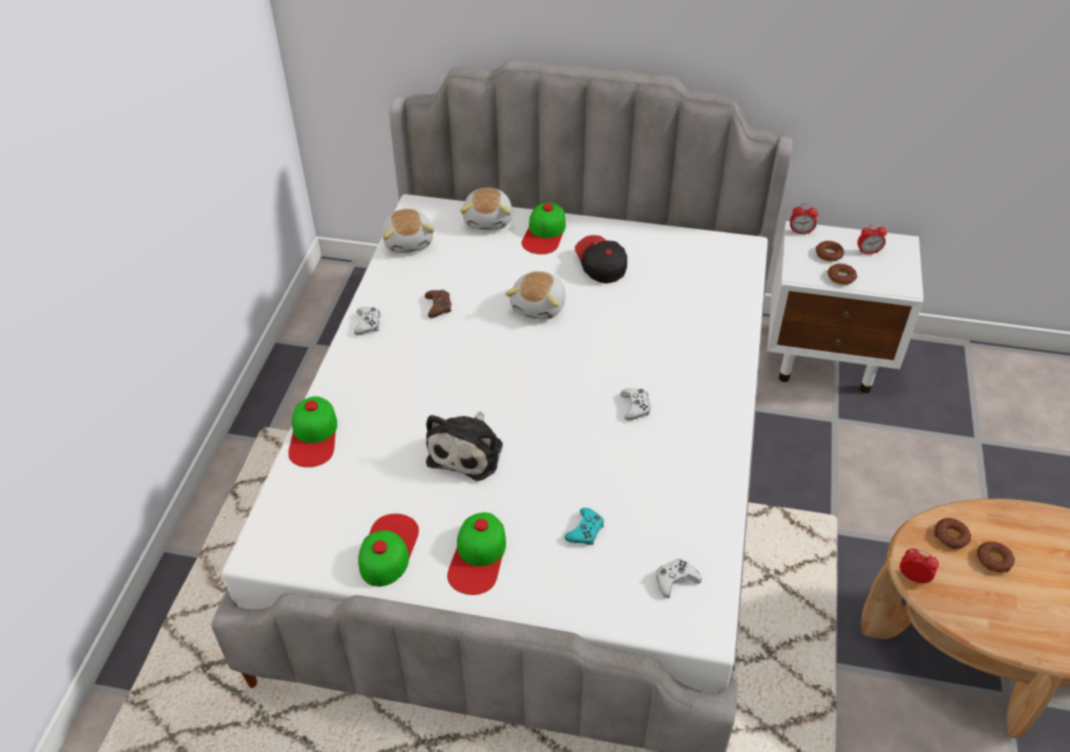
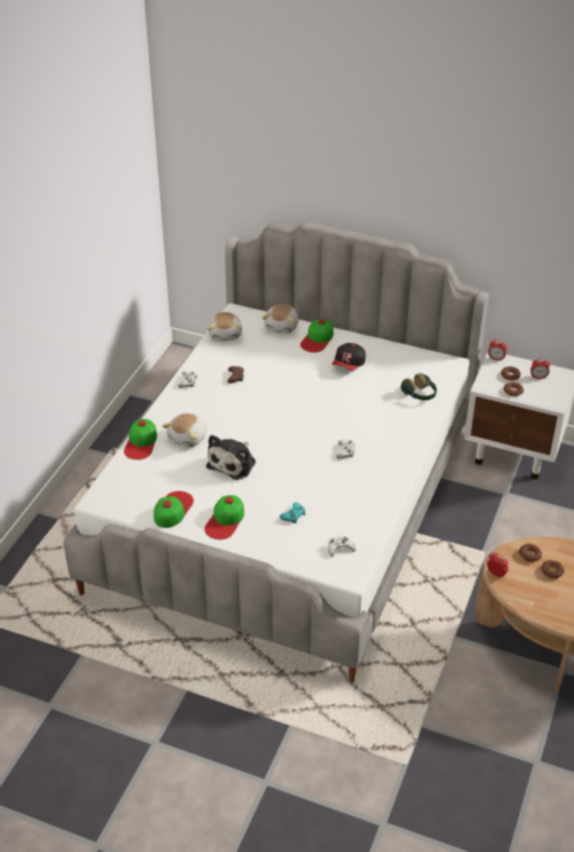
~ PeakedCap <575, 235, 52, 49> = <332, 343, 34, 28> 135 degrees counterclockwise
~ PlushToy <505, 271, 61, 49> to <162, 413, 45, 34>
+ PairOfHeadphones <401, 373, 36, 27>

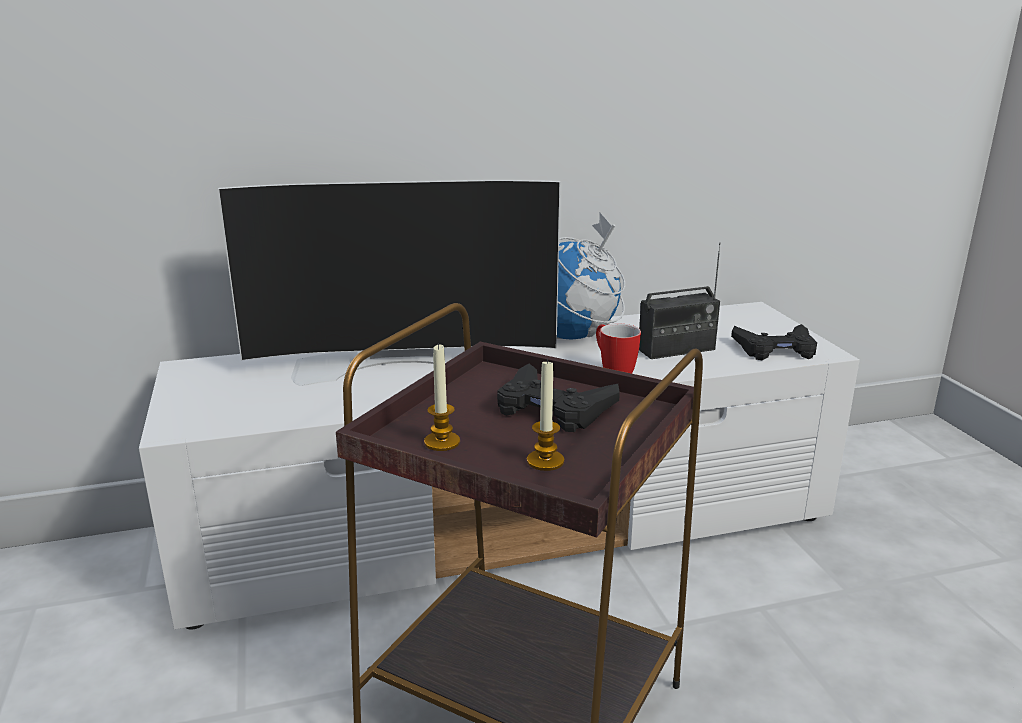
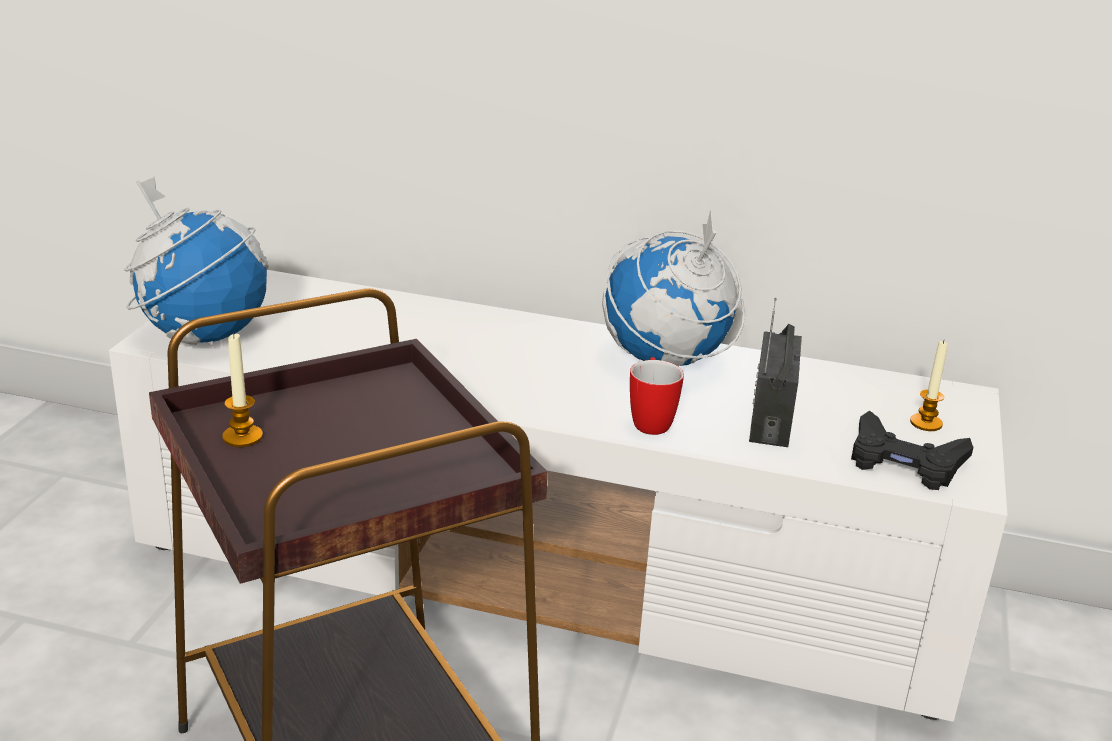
- TvSet <218, 180, 342, 206>
~ Radio <639, 243, 82, 116> = <749, 298, 53, 149> 90 degrees clockwise
~ WaxCandle <527, 359, 37, 112> to <910, 341, 38, 90>
- BlackColouredGamepad <497, 364, 123, 68>
+ DeskGlobe <124, 177, 144, 168>

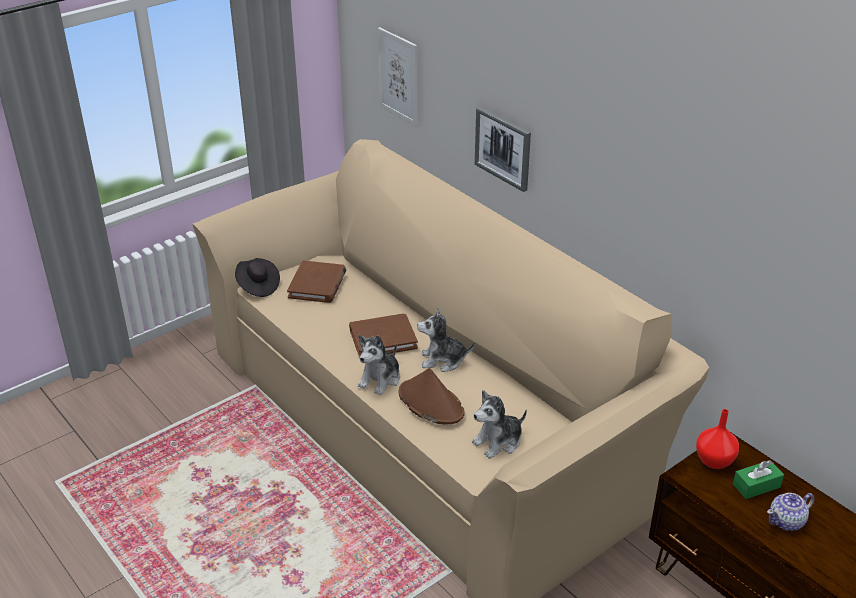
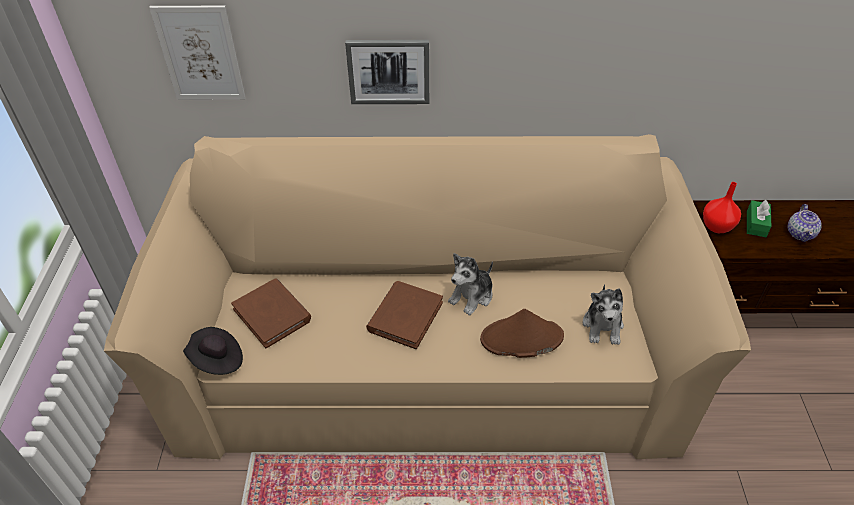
- PlushToy <358, 335, 42, 60>

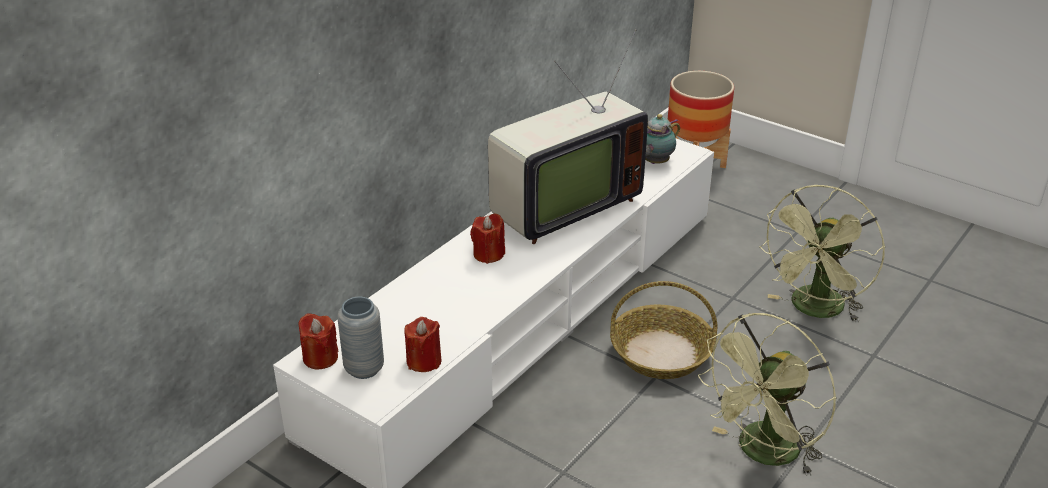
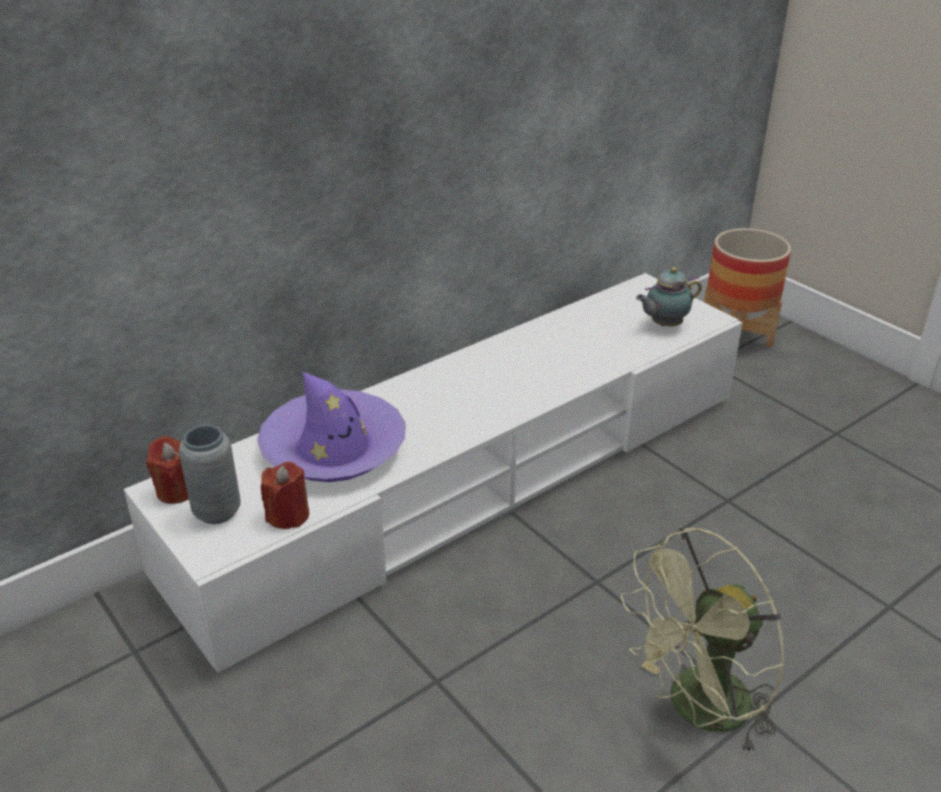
- TvSet <488, 29, 160, 215>
- GreenFan <759, 185, 126, 138>
- RedWaxCandle <470, 213, 35, 51>
- Basket <610, 281, 107, 98>
+ PurpleColouredClothingHat <257, 372, 149, 110>

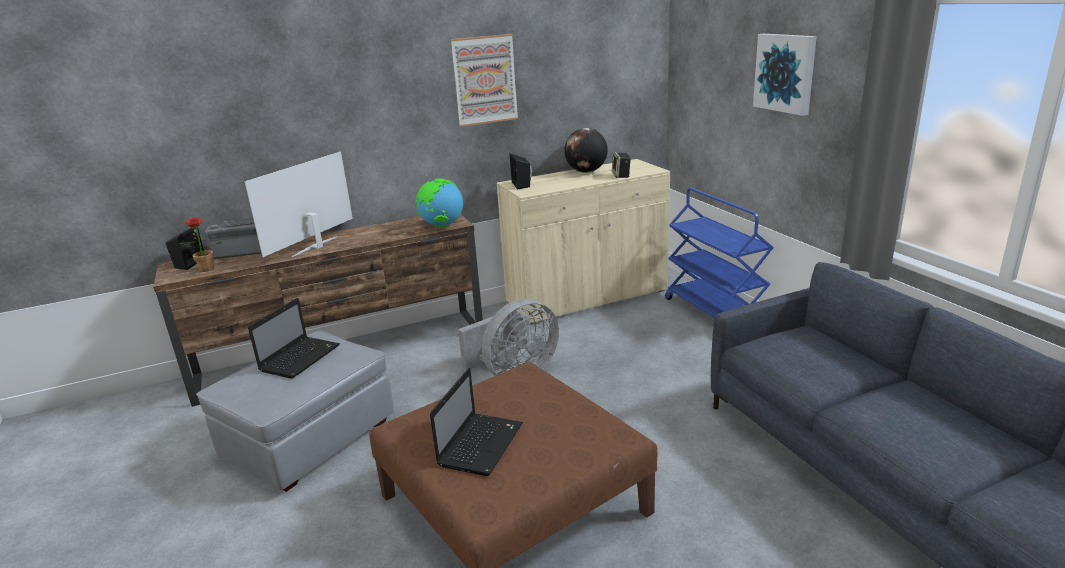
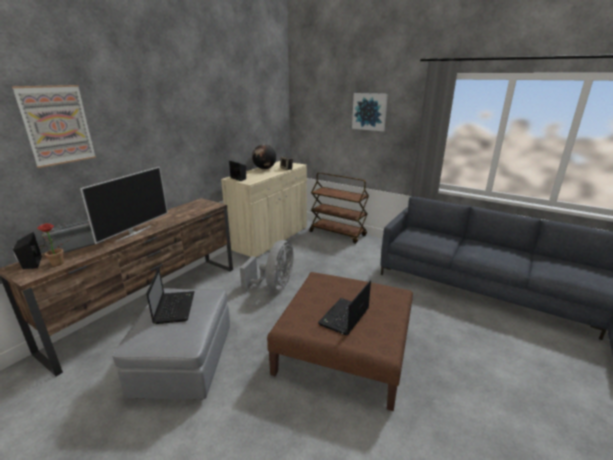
~ WallArt <451, 34, 67, 93> to <12, 85, 84, 83>
~ TvSet <245, 151, 108, 106> = <80, 167, 88, 77> 150 degrees counterclockwise
- DeskGlobe <416, 179, 47, 48>
~ BlueColouredWheeledCart <665, 188, 109, 131> to BrownishWheeledCart <309, 172, 60, 72>
~ PortableComputer <430, 368, 93, 108> = <318, 280, 53, 55> 135 degrees counterclockwise

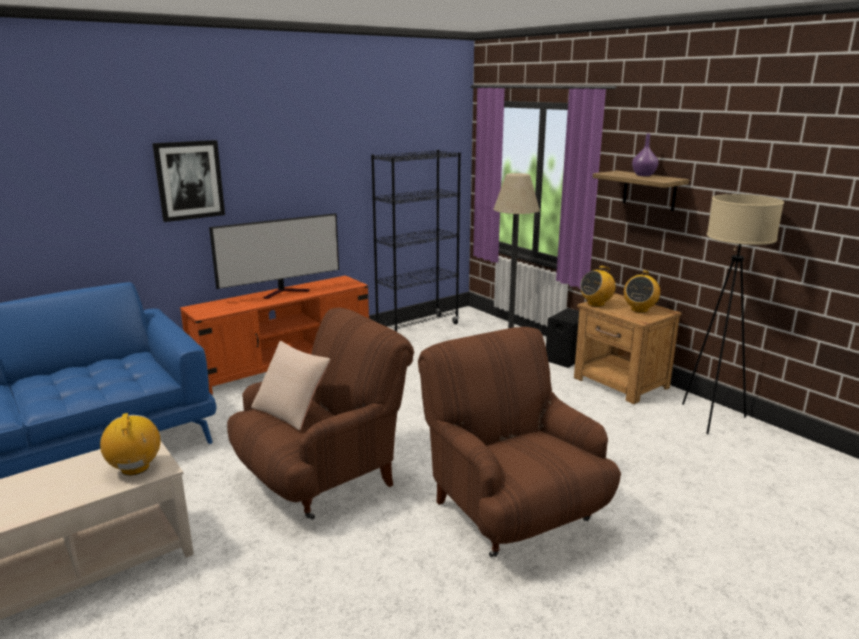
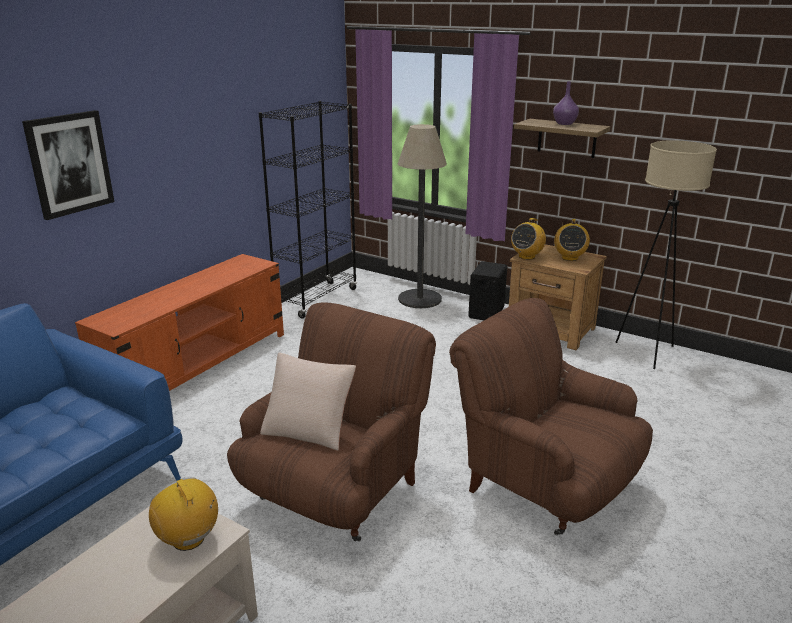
- TvSet <209, 213, 130, 86>

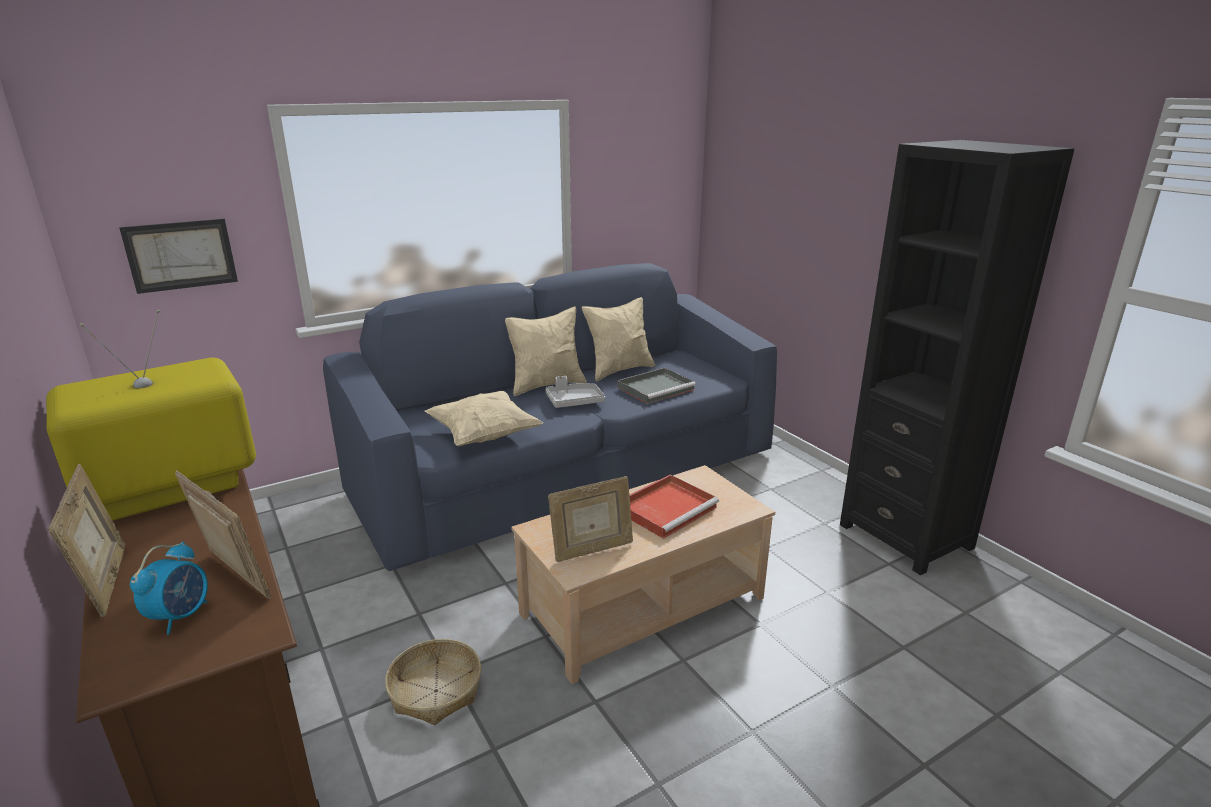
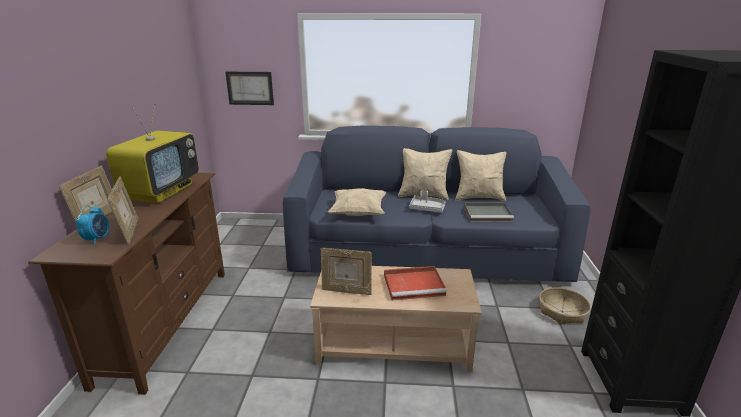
~ TvSet <46, 309, 210, 212> = <106, 103, 93, 100> 105 degrees clockwise
~ AlarmClock <130, 542, 78, 93> = <76, 206, 33, 39> 45 degrees counterclockwise
~ Basket <385, 639, 96, 86> to <539, 287, 52, 38>

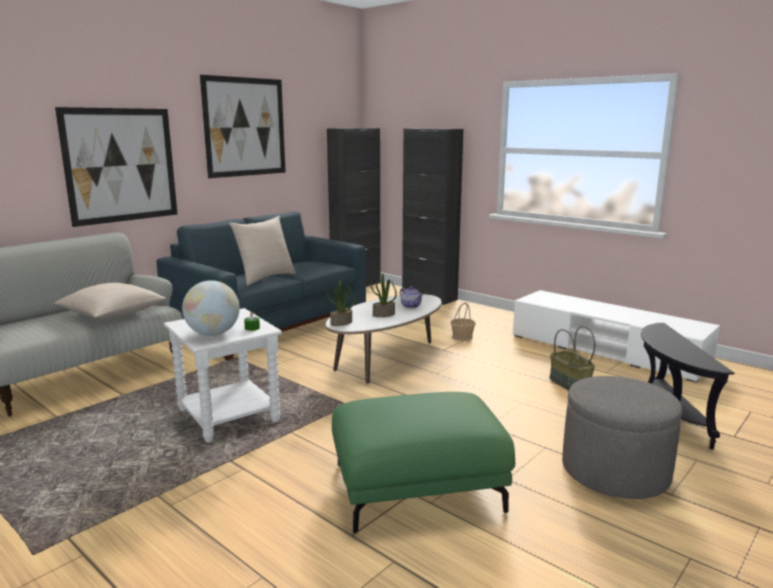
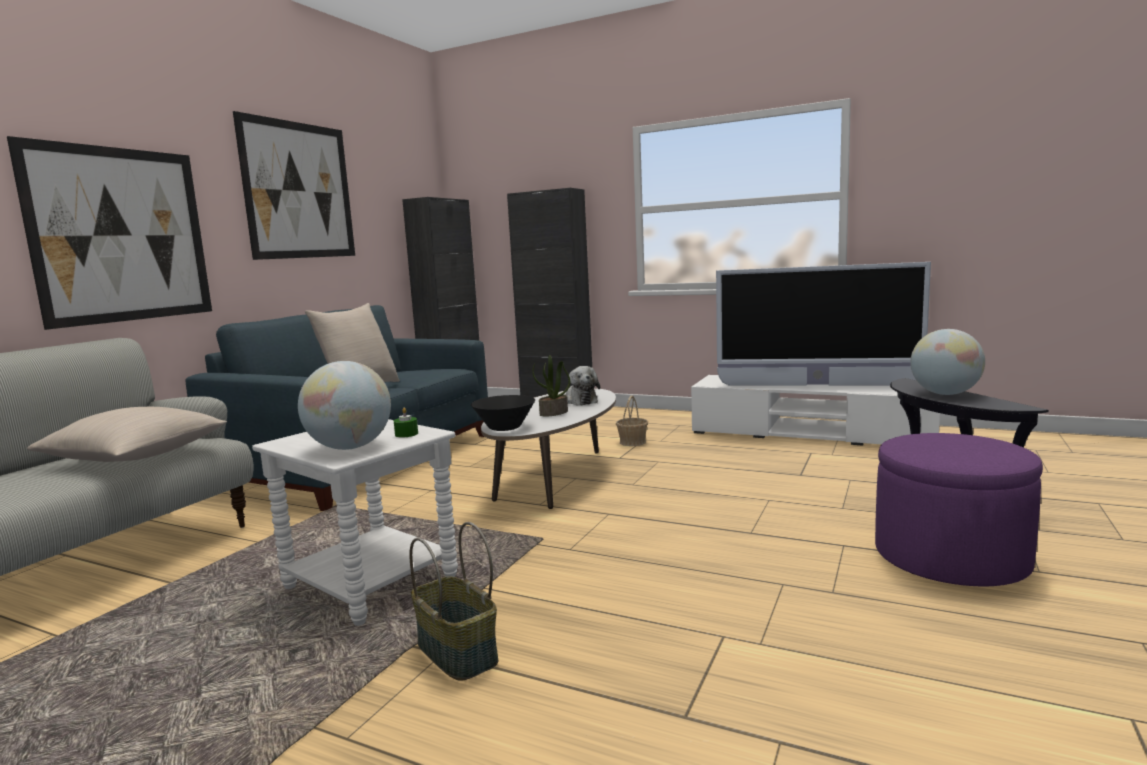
~ PlantInAPot <326, 280, 29, 46> to BlackColouredDeepDish <471, 395, 64, 36>
~ PotForTea <400, 286, 23, 22> to PlushToy <565, 366, 35, 39>
~ Basket <549, 326, 46, 65> to <409, 522, 89, 159>
~ GreyishFootrest <562, 376, 120, 123> to PurpleColouredFootrest <875, 433, 168, 153>
- GreenFootrest <332, 392, 183, 141>
+ TvSet <716, 262, 215, 124>
+ DeskGlobe <910, 329, 75, 66>

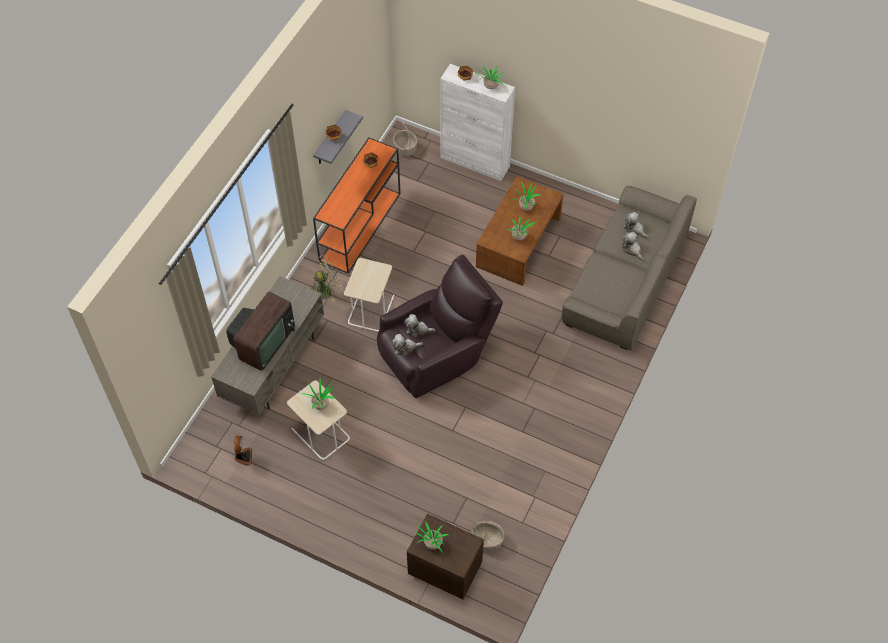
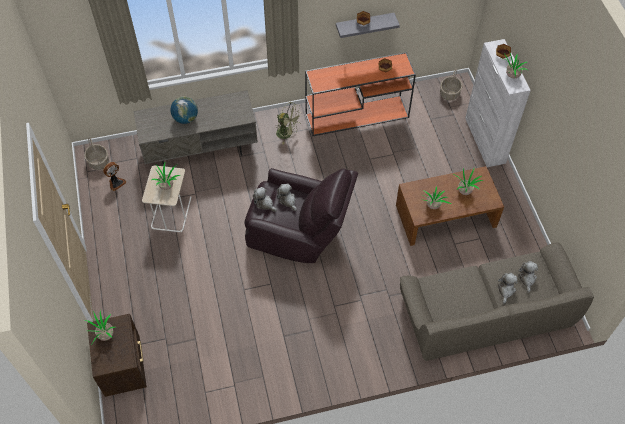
- BeigeColouredAccentTable <344, 258, 50, 74>
~ TvSet <226, 292, 70, 79> to DeskGlobe <171, 96, 27, 28>
~ Basket <471, 521, 33, 31> to <84, 137, 25, 33>

